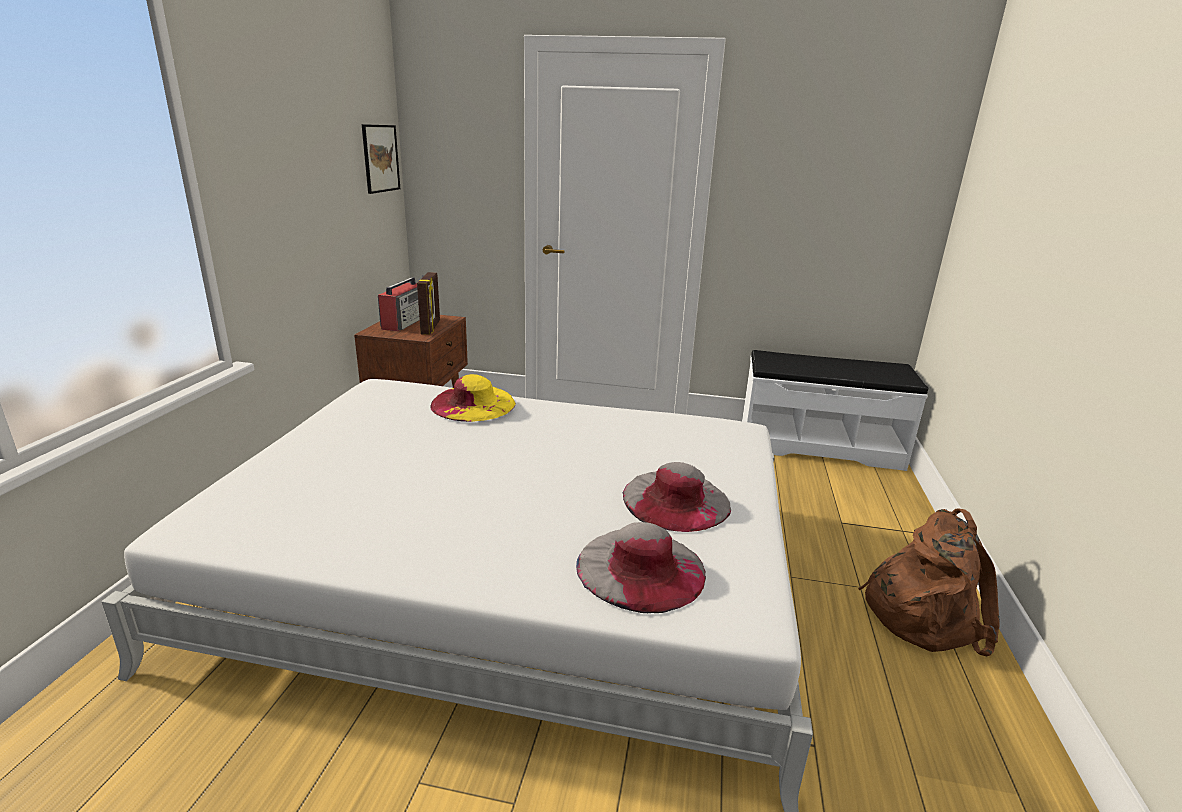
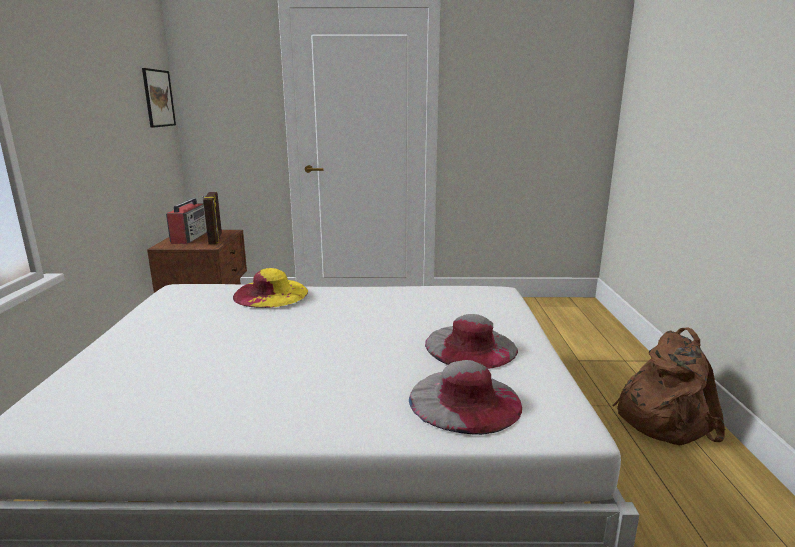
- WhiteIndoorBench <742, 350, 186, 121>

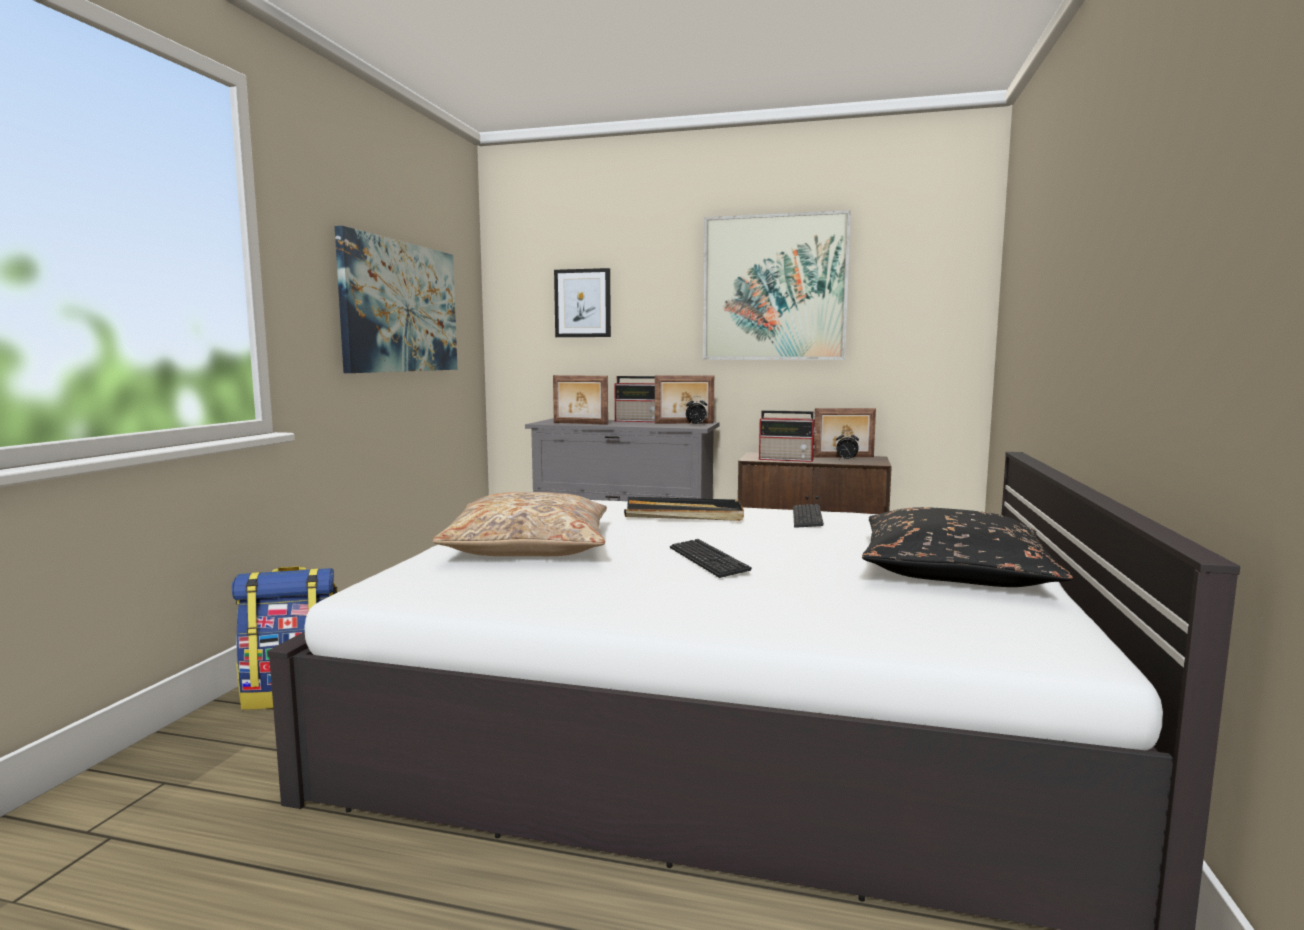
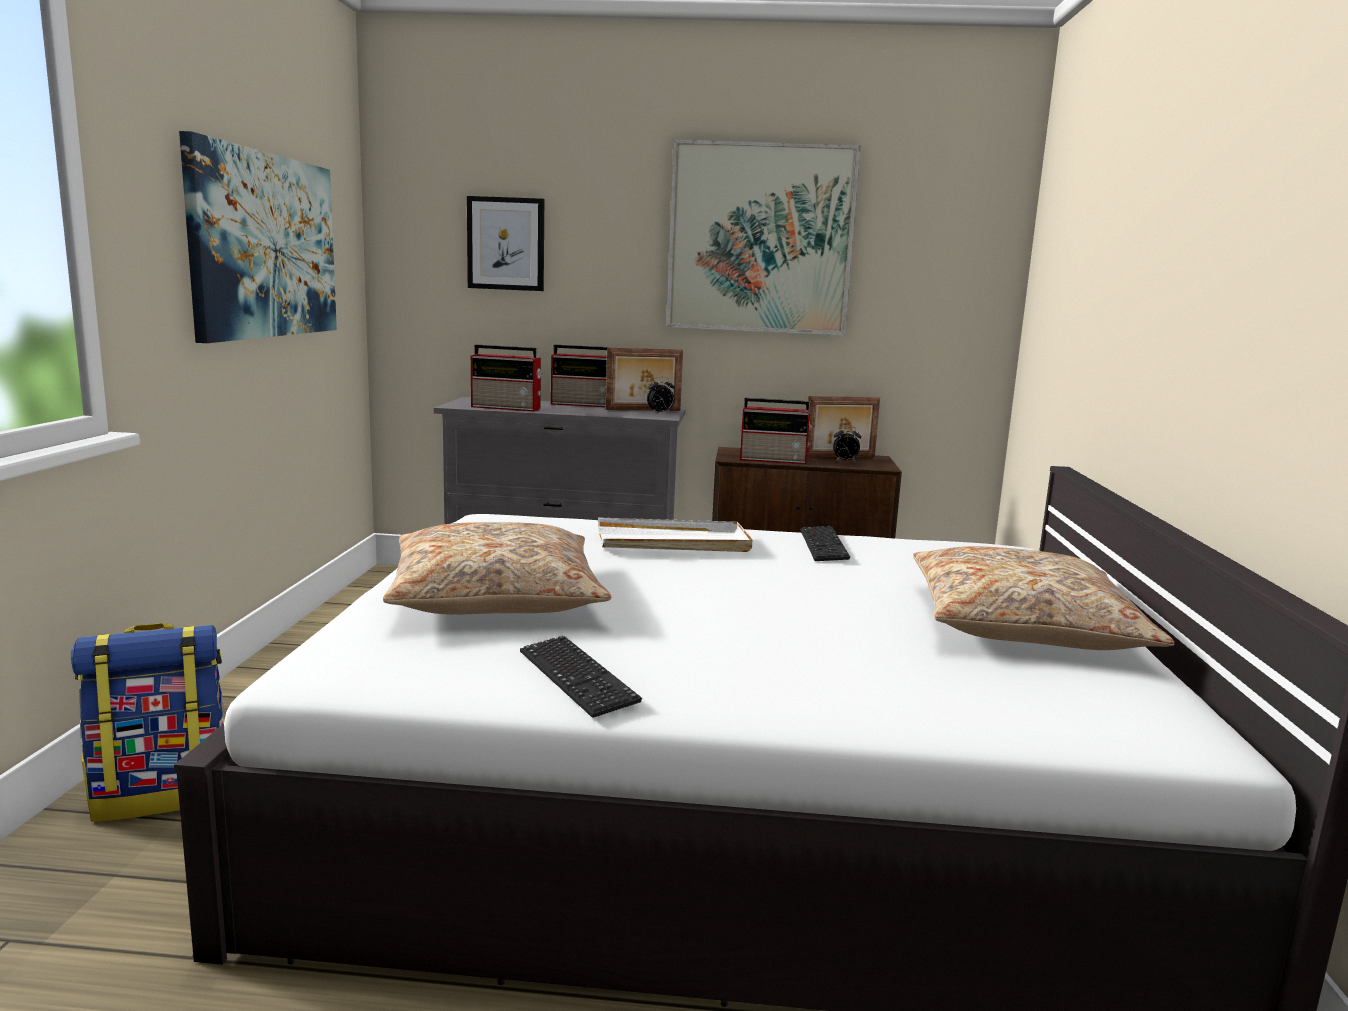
~ PictureFrame <553, 375, 55, 50> to Radio <471, 345, 72, 66>
~ BlackColouredServingTray <624, 497, 120, 24> to WhiteServingTray <598, 518, 154, 34>
~ BlackColouredPillow <862, 507, 211, 80> to BeigeColouredPillow <913, 546, 262, 104>
~ PcKeyboard <670, 539, 82, 39> to <520, 636, 122, 82>

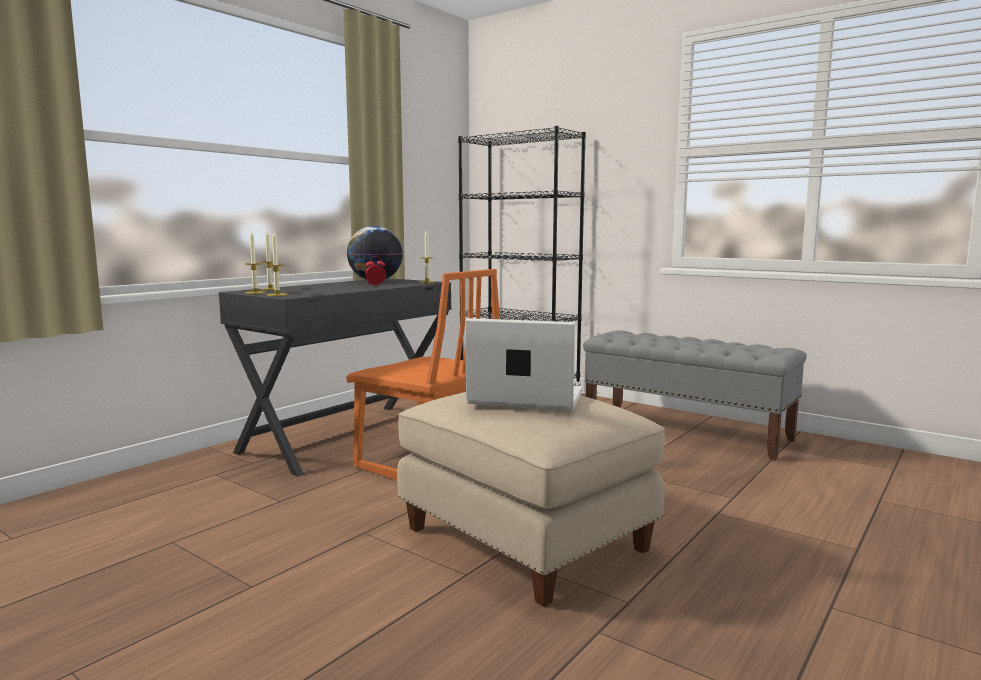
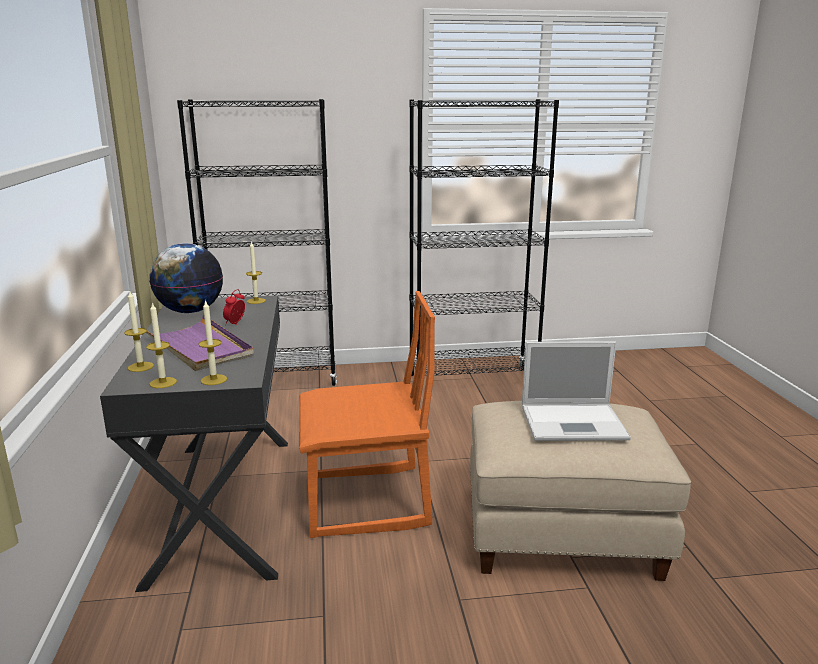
~ PortableComputer <466, 318, 117, 93> = <522, 341, 109, 100> 150 degrees counterclockwise
~ GreyishIndoorBench <583, 330, 224, 131> to BlackColouredBookcase <409, 99, 150, 277>
+ PurpleColouredServingTray <146, 315, 108, 56>

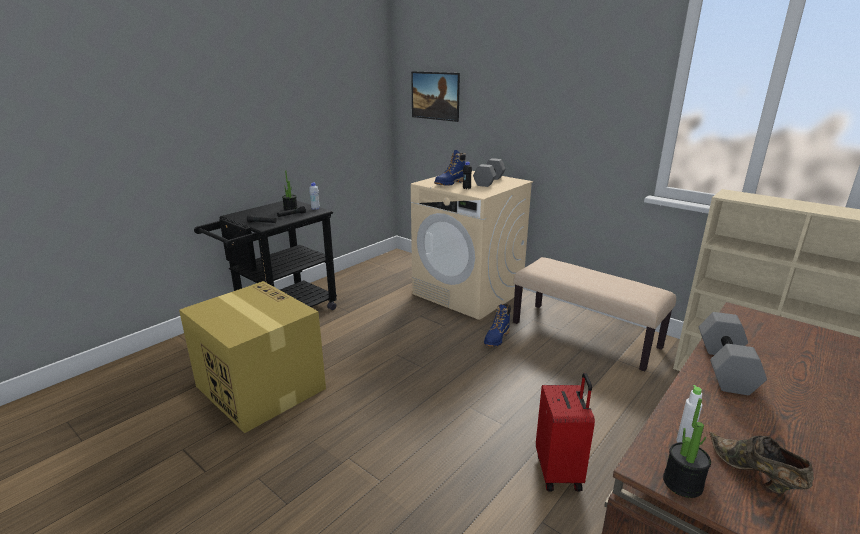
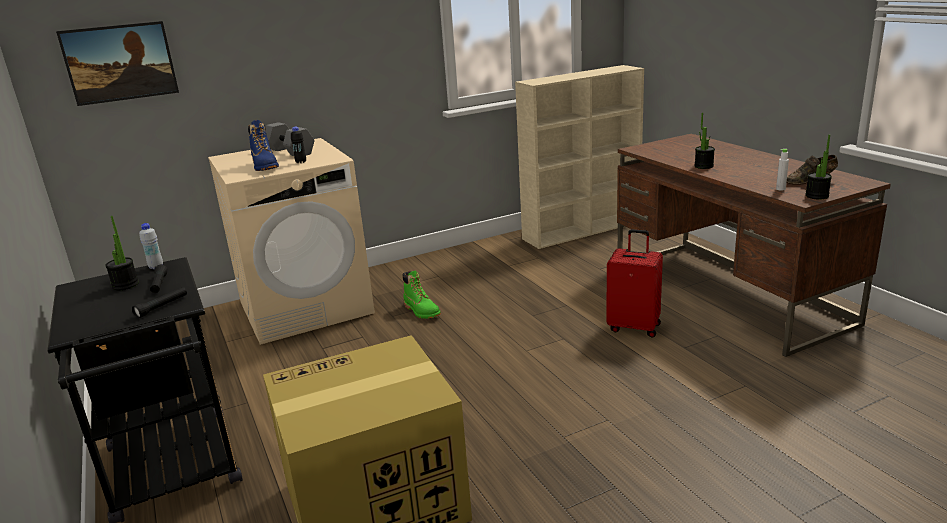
- BeigeColouredIndoorBench <513, 257, 163, 114>
~ BlueColouredTallBoot <484, 304, 27, 43> to GreenTallBoot <403, 271, 38, 48>
~ GreyishHandWeight <699, 312, 68, 83> to PlantInAPot <694, 112, 21, 57>

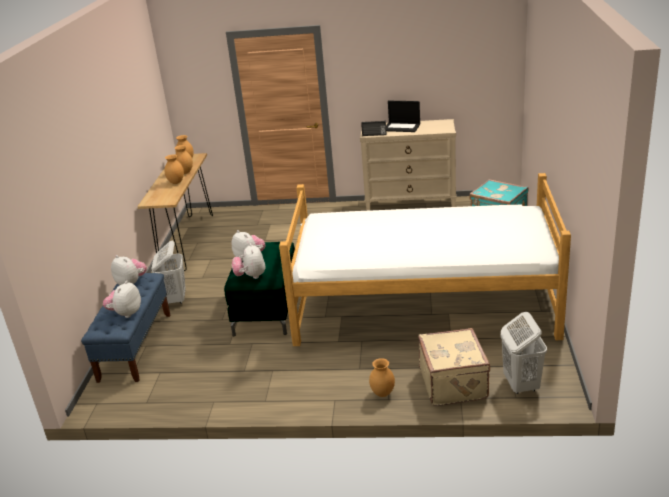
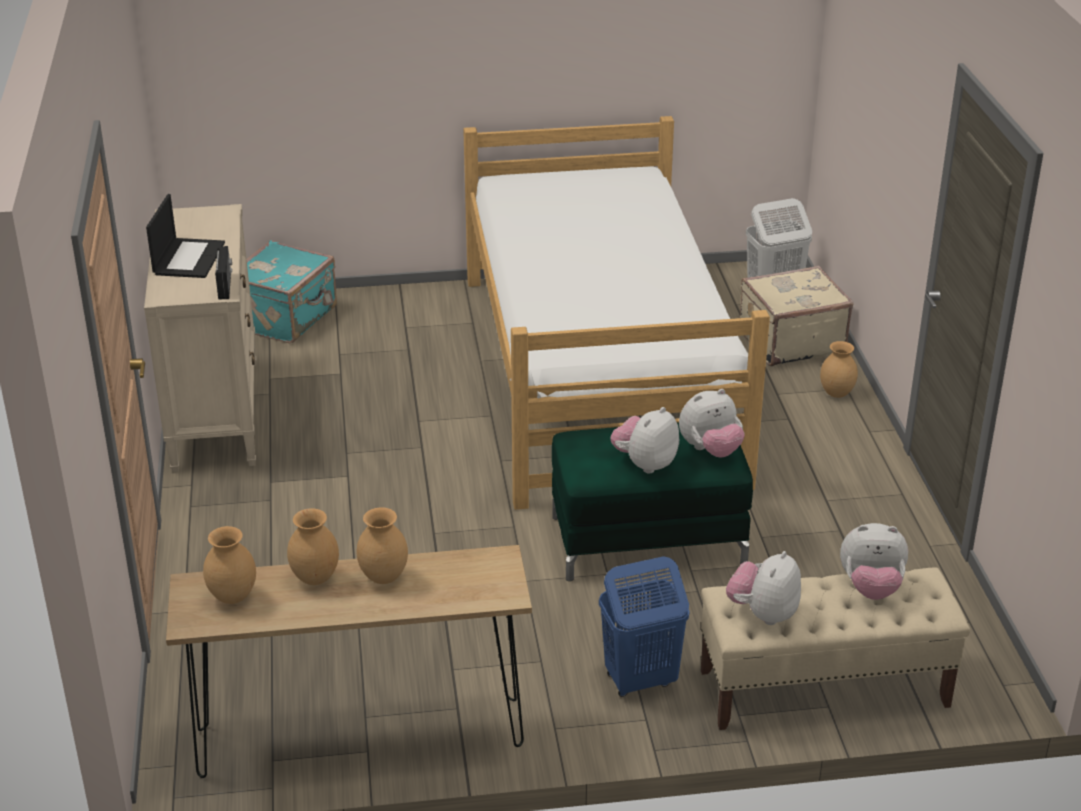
~ WhiteLaundryBasket <152, 241, 34, 63> to BlueColouredLaundryBasket <599, 556, 91, 141>
~ BlueColouredIndoorBench <81, 273, 89, 110> to BeigeColouredIndoorBench <701, 568, 269, 162>

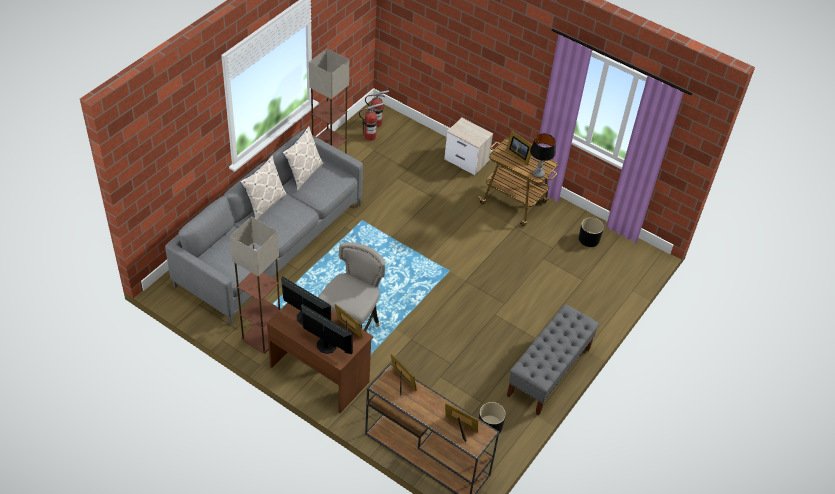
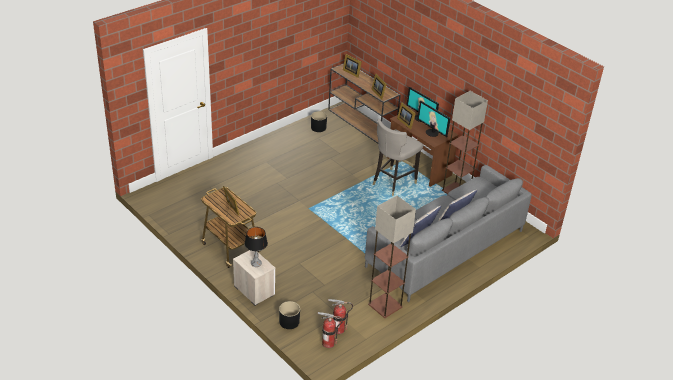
~ TabletopLamp <530, 134, 26, 44> to <245, 227, 23, 40>
~ BlackColouredFlowerPot <579, 217, 25, 30> to <279, 301, 21, 28>
- GreyishIndoorBench <507, 304, 92, 111>

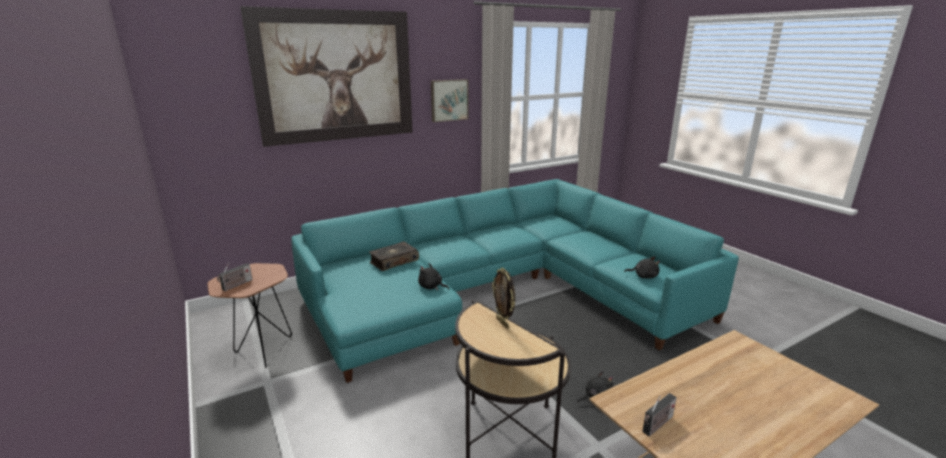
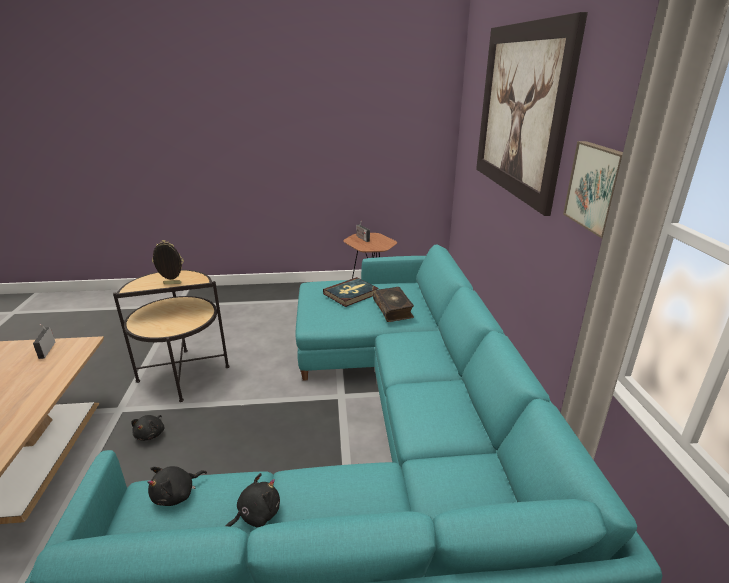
~ BlackColouredPlushToy <418, 263, 31, 27> to <226, 473, 54, 54>
+ Volume <323, 277, 56, 30>

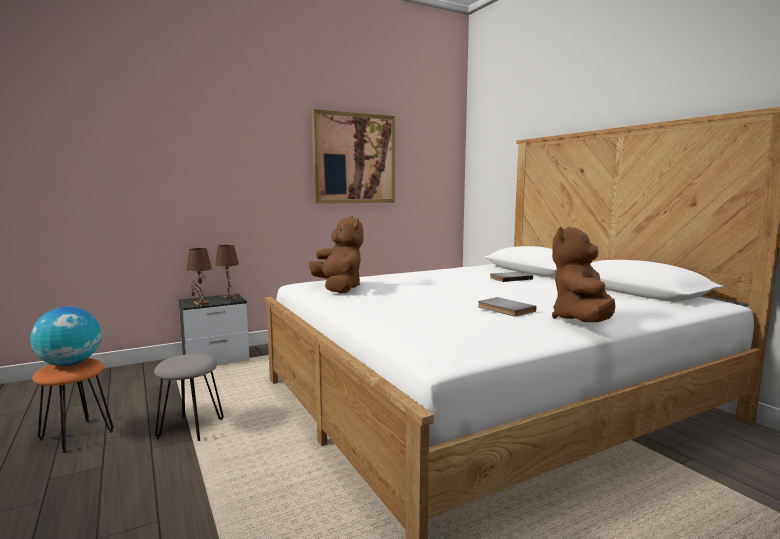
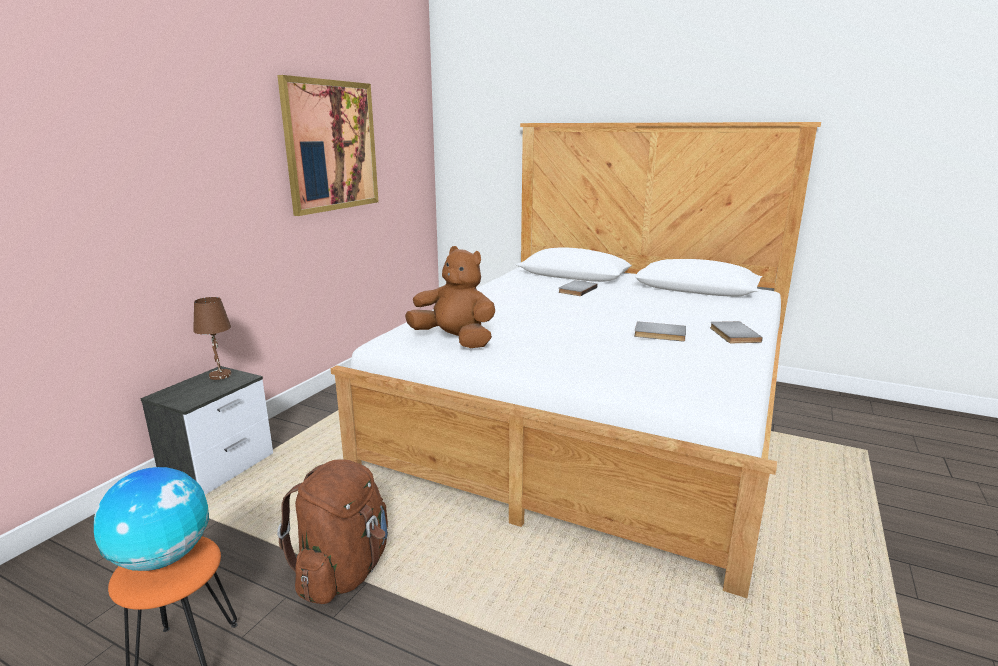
~ BrownishPlushToy <552, 227, 64, 95> to GreyishVolume <710, 321, 53, 22>
- BrownishTabletopLamp <187, 248, 25, 57>
~ GreyishStoolSeat <154, 354, 70, 87> to BrownishKnapsack <277, 459, 111, 145>

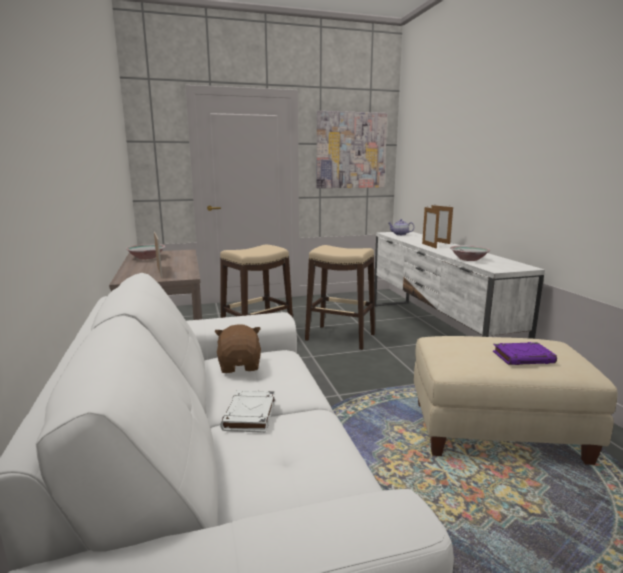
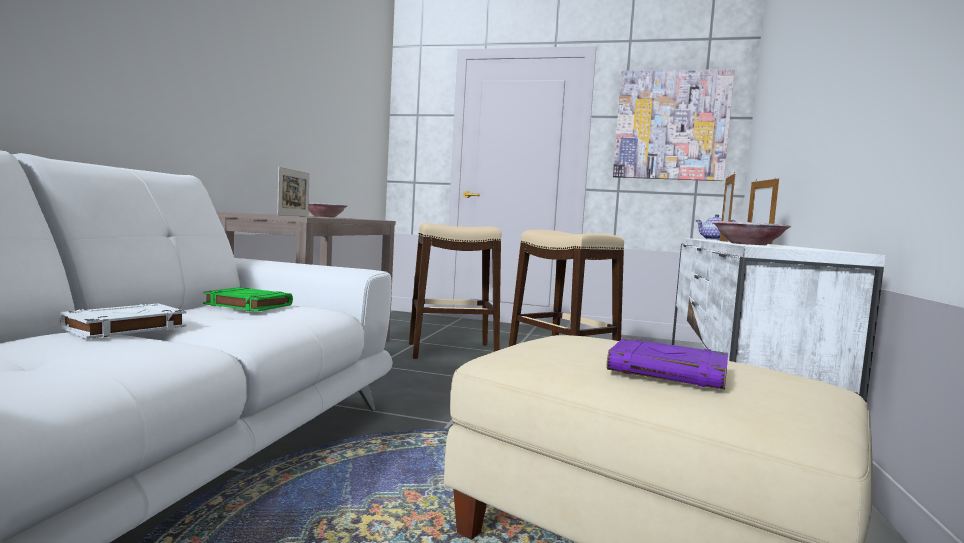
~ BrownishPlushToy <214, 324, 47, 49> to GreenVolume <203, 287, 90, 25>

